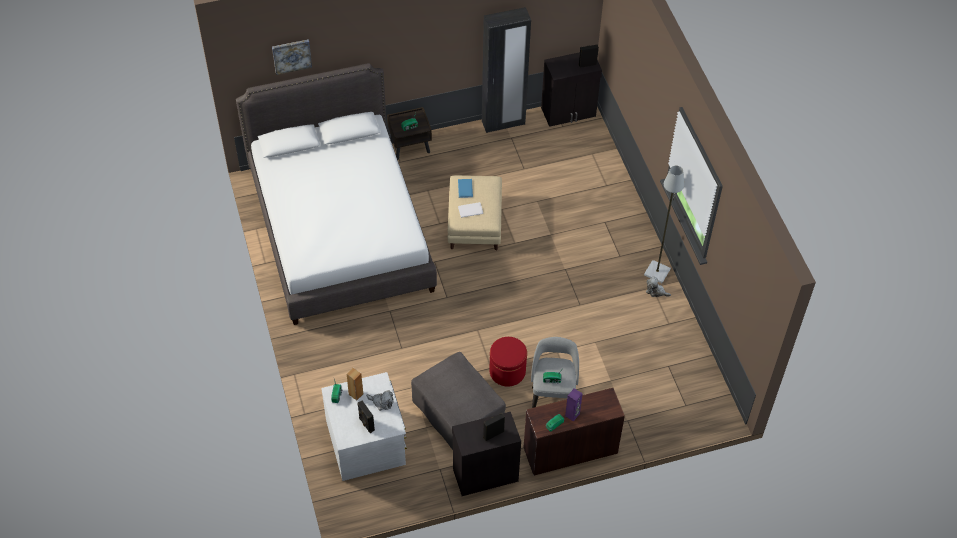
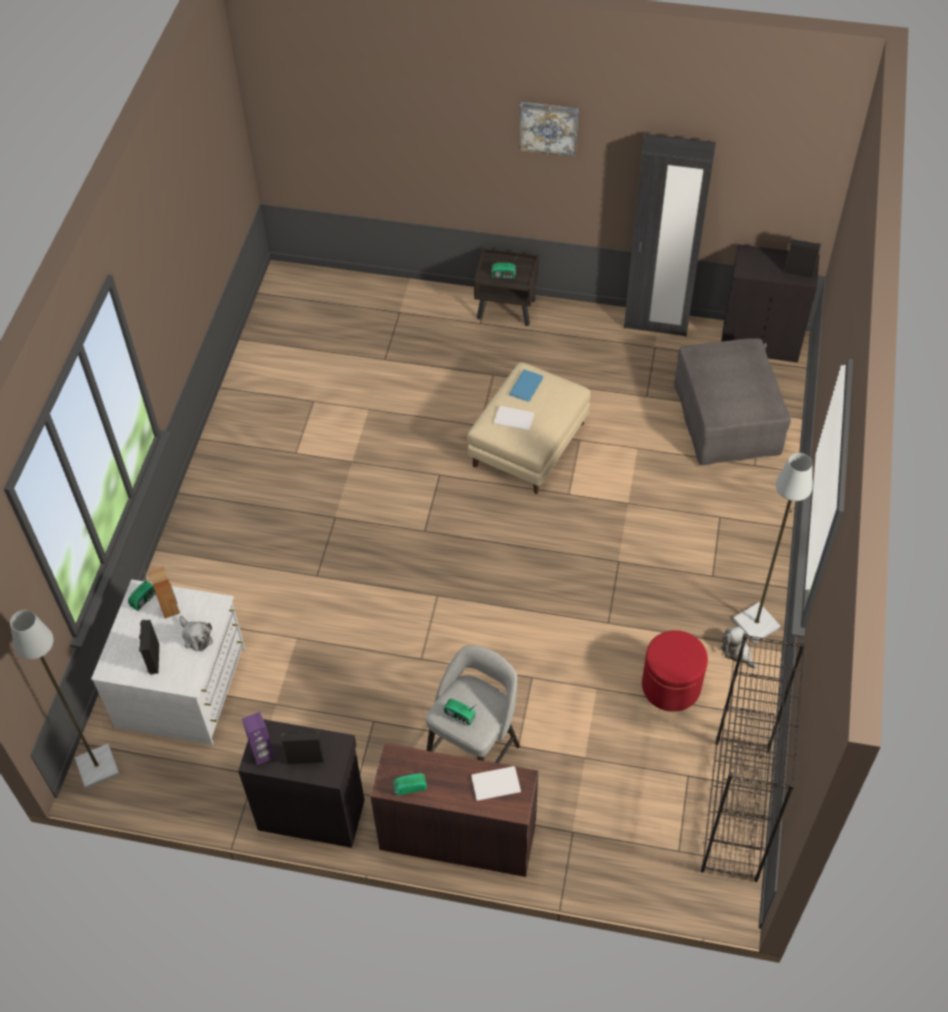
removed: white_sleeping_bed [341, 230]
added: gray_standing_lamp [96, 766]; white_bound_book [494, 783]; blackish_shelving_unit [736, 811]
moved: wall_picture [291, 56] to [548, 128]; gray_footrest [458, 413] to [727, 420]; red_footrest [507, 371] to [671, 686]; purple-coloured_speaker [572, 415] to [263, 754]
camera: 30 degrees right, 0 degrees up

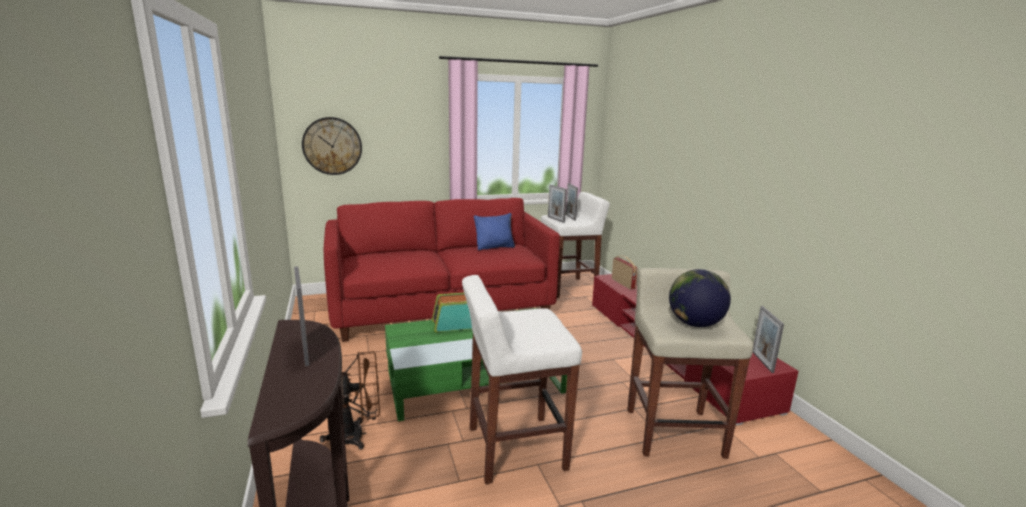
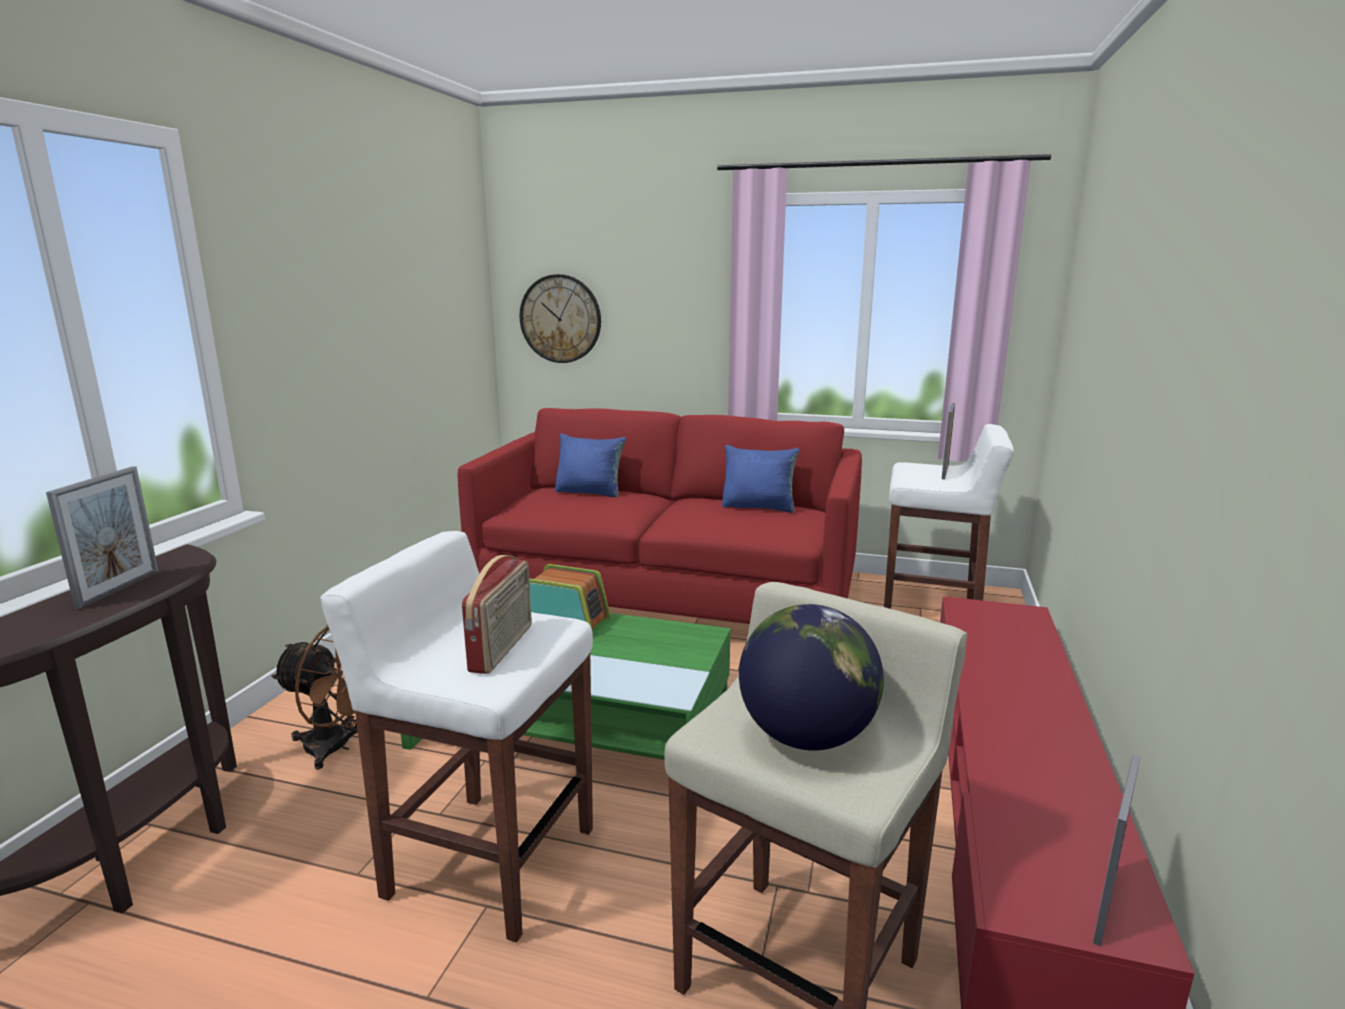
removed: standing_frame [556, 219]
added: blue_throw_pillow [590, 492]
moved: radio_receiver [623, 283] to [503, 648]
camera: 35 degrees right, 0 degrees up

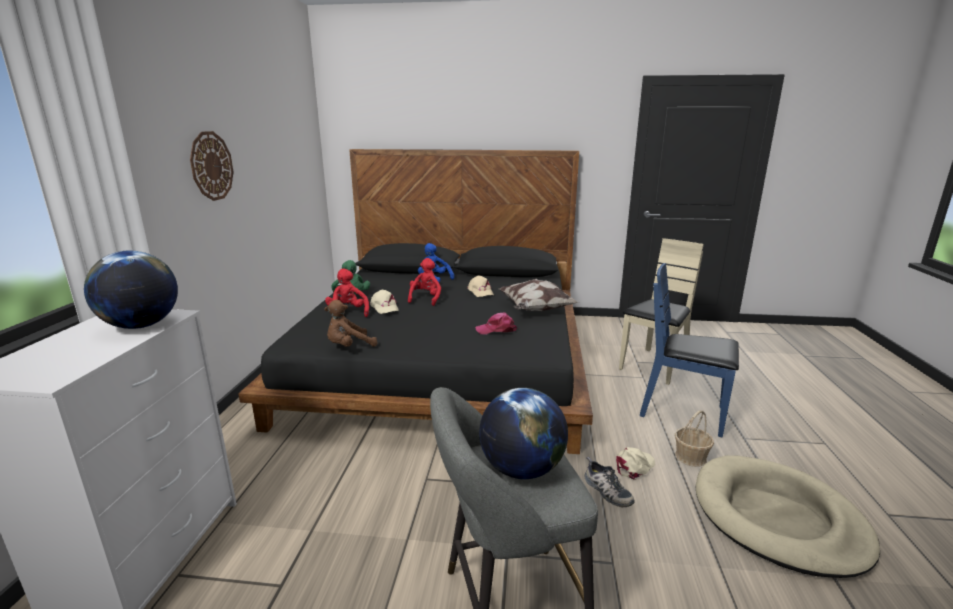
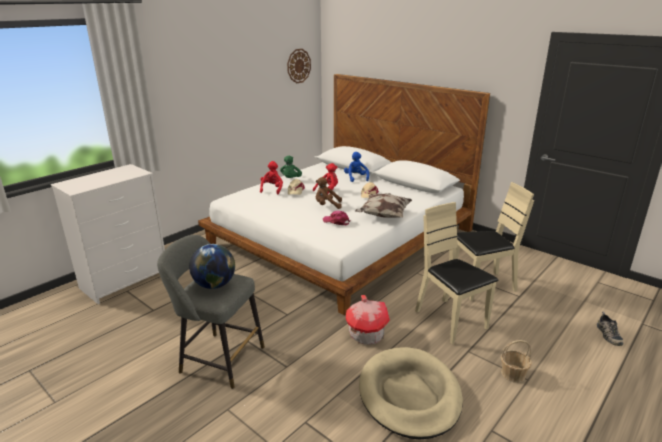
removed: globe [141, 326]
moved: wall_clock [211, 166] to [298, 66]; brown-coloured_soft_toy [349, 347] to [327, 206]; low_shoe [606, 490] to [608, 334]; basket [691, 457] to [513, 374]
replaced: sand-coloured_peaked_cap [634, 466] to miniature_house [366, 334]
recoloured: blackish_sleeping_bed [444, 361] to white_sleeping_bed [340, 237]; blue_upright_chair [683, 413] to sand-coloured_upright_chair [450, 321]
camera: 35 degrees right, 5 degrees up

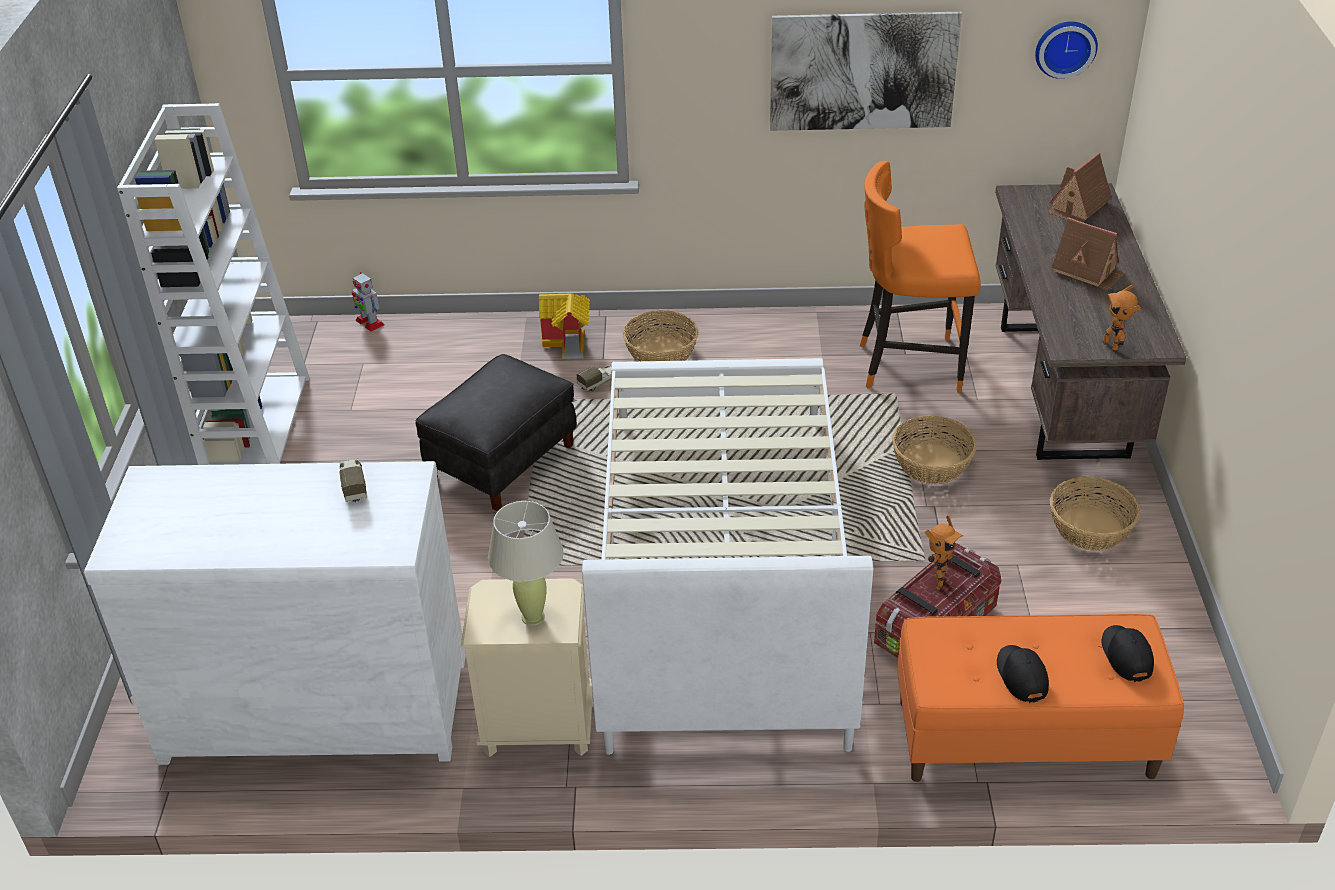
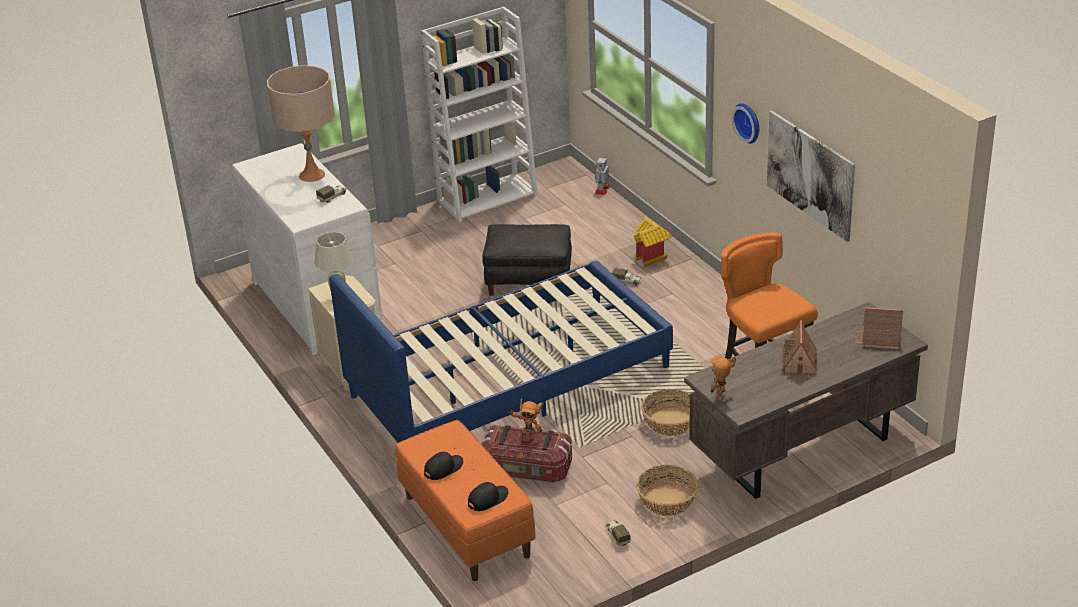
removed: basket [661, 353]
added: sand-coloured_table_lamp [312, 175]; toy_lorry [617, 536]
moved: wall_clock [1065, 47] to [749, 122]
recoloured: white_sleeping_bed [722, 569] to blue_sleeping_bed [509, 382]
camera: 60 degrees right, 5 degrees down

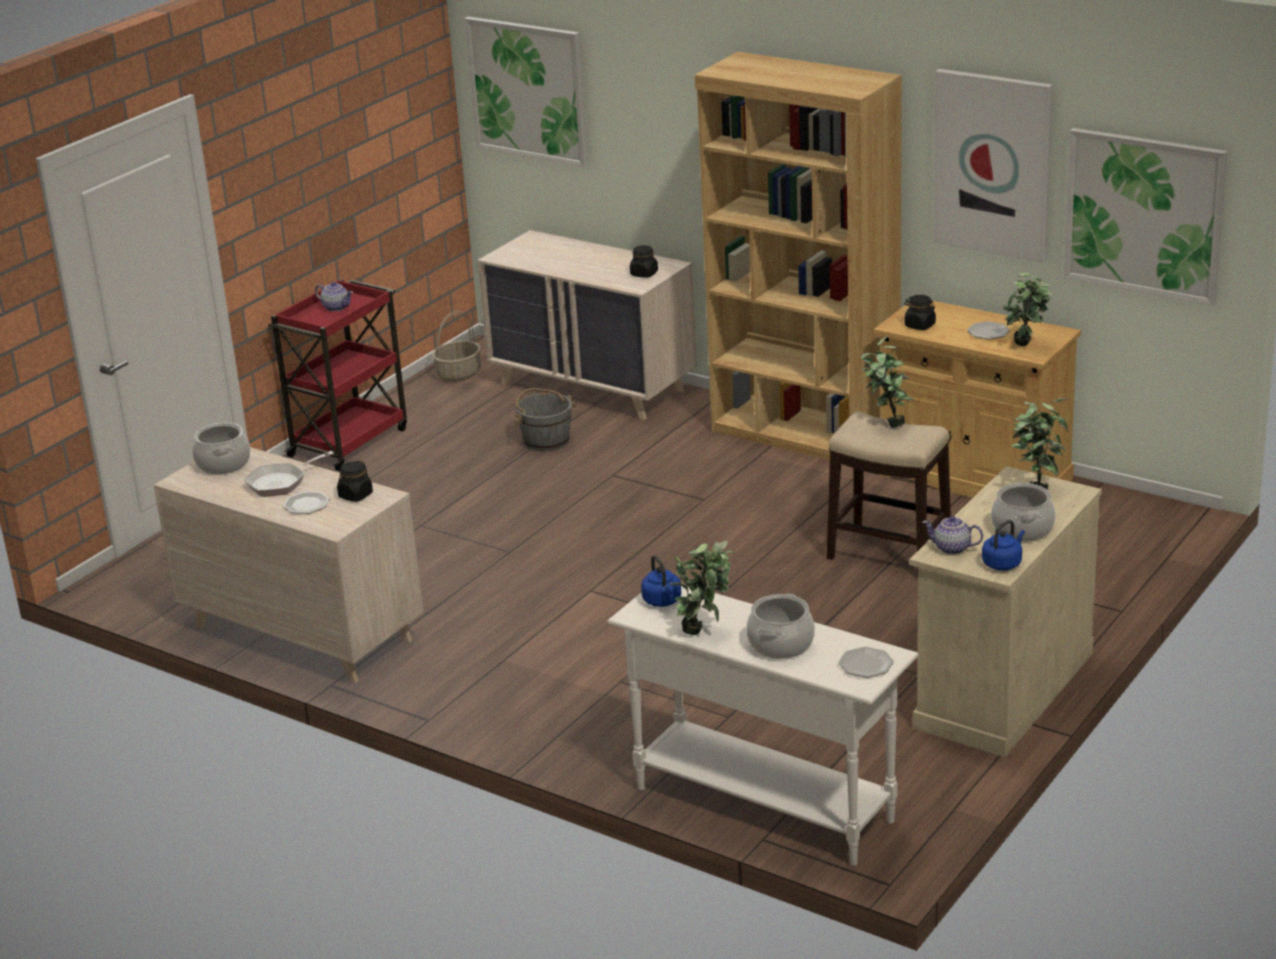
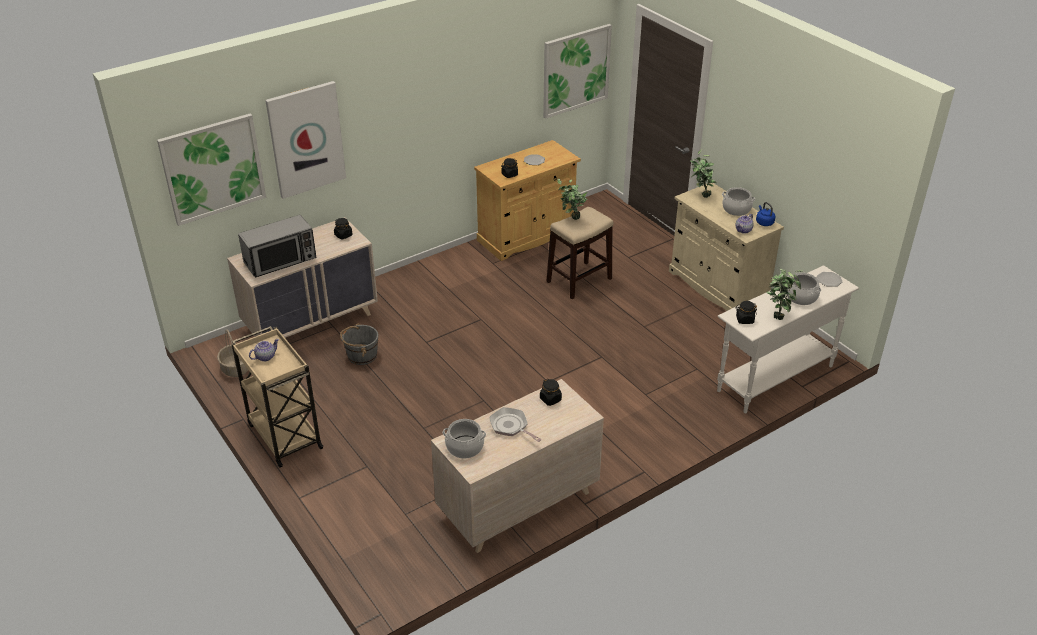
removed: dinner_plate [307, 504]; brown-coloured_shelving_unit [805, 435]; plant_in_a_pot [1027, 347]
added: microwave_oven [280, 260]
moved: wall_picture [993, 164] to [306, 139]
replaced: blue_tea_kettle [662, 602] to blackish_storage_jar [744, 319]
recoloured: red_wheeled_cart [350, 441] to sand-coloured_wheeled_cart [284, 435]
turned: frying_pan [280, 483] = [511, 426] 150 degrees clockwise
camera: 70 degrees left, 10 degrees up

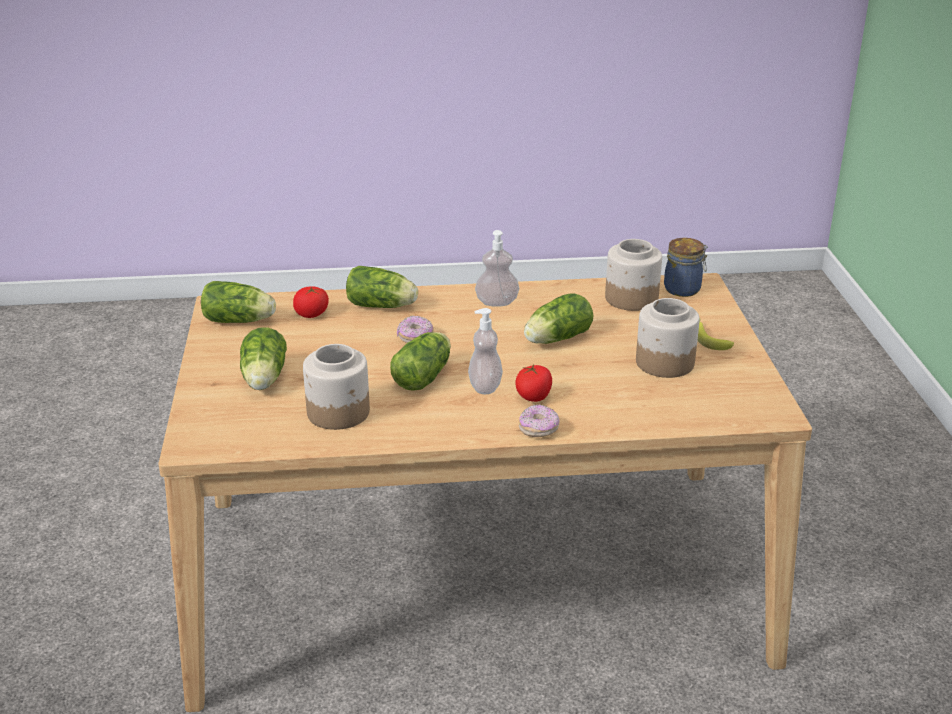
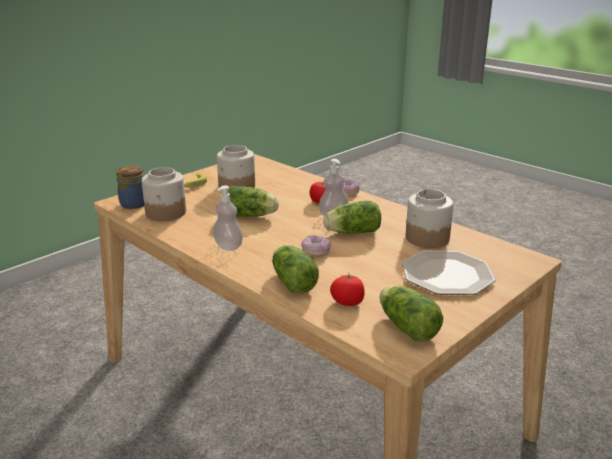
replaced: lettuce [263, 380] to dinner_plate [446, 274]
camera: 130 degrees left, 5 degrees down

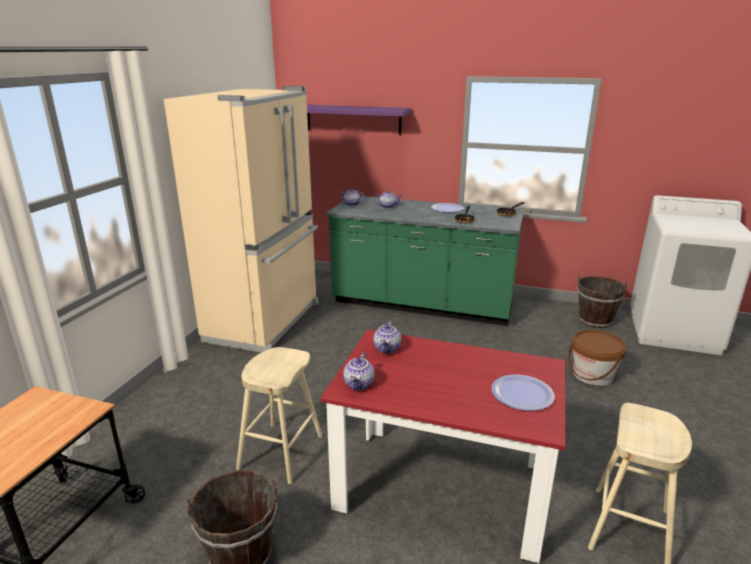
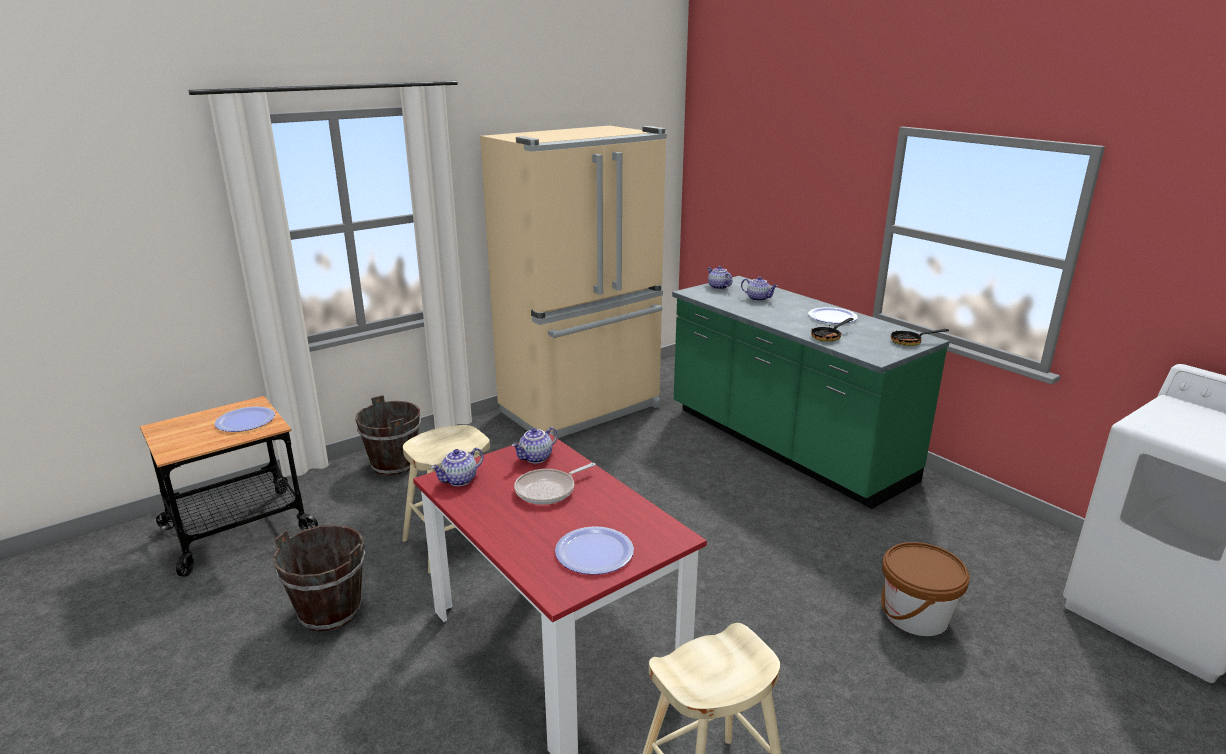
removed: purple-coloured_shelf [353, 119]
added: dinner_plate [245, 421]; frying_pan [548, 490]
moved: brown-coloured_bucket [595, 321] to [394, 464]
camera: 35 degrees right, 0 degrees up

